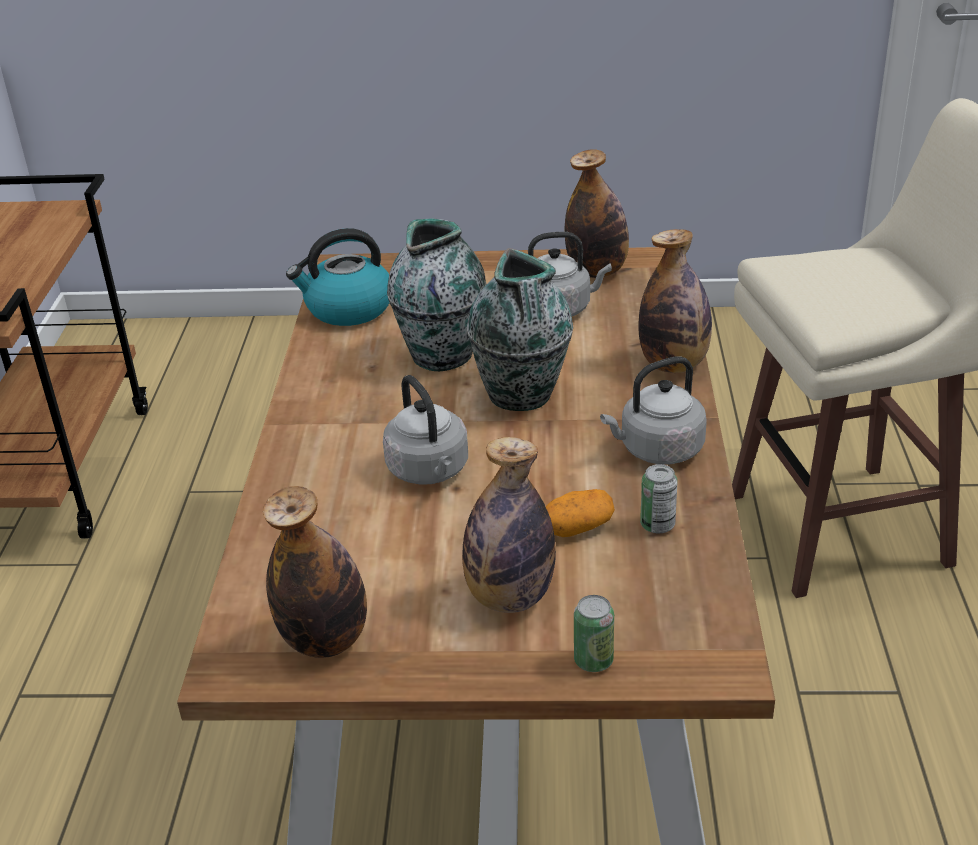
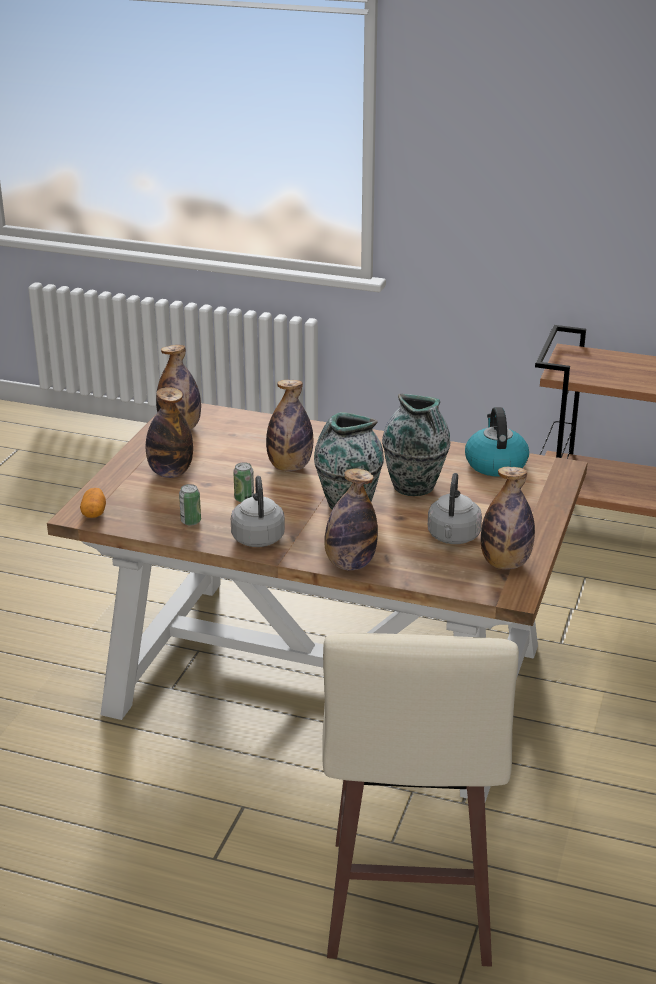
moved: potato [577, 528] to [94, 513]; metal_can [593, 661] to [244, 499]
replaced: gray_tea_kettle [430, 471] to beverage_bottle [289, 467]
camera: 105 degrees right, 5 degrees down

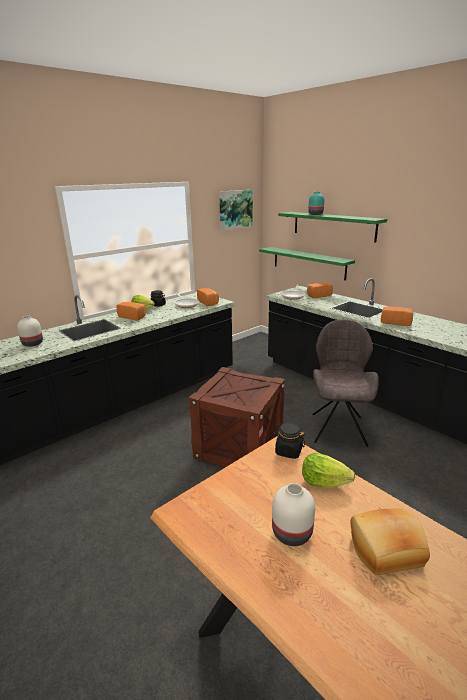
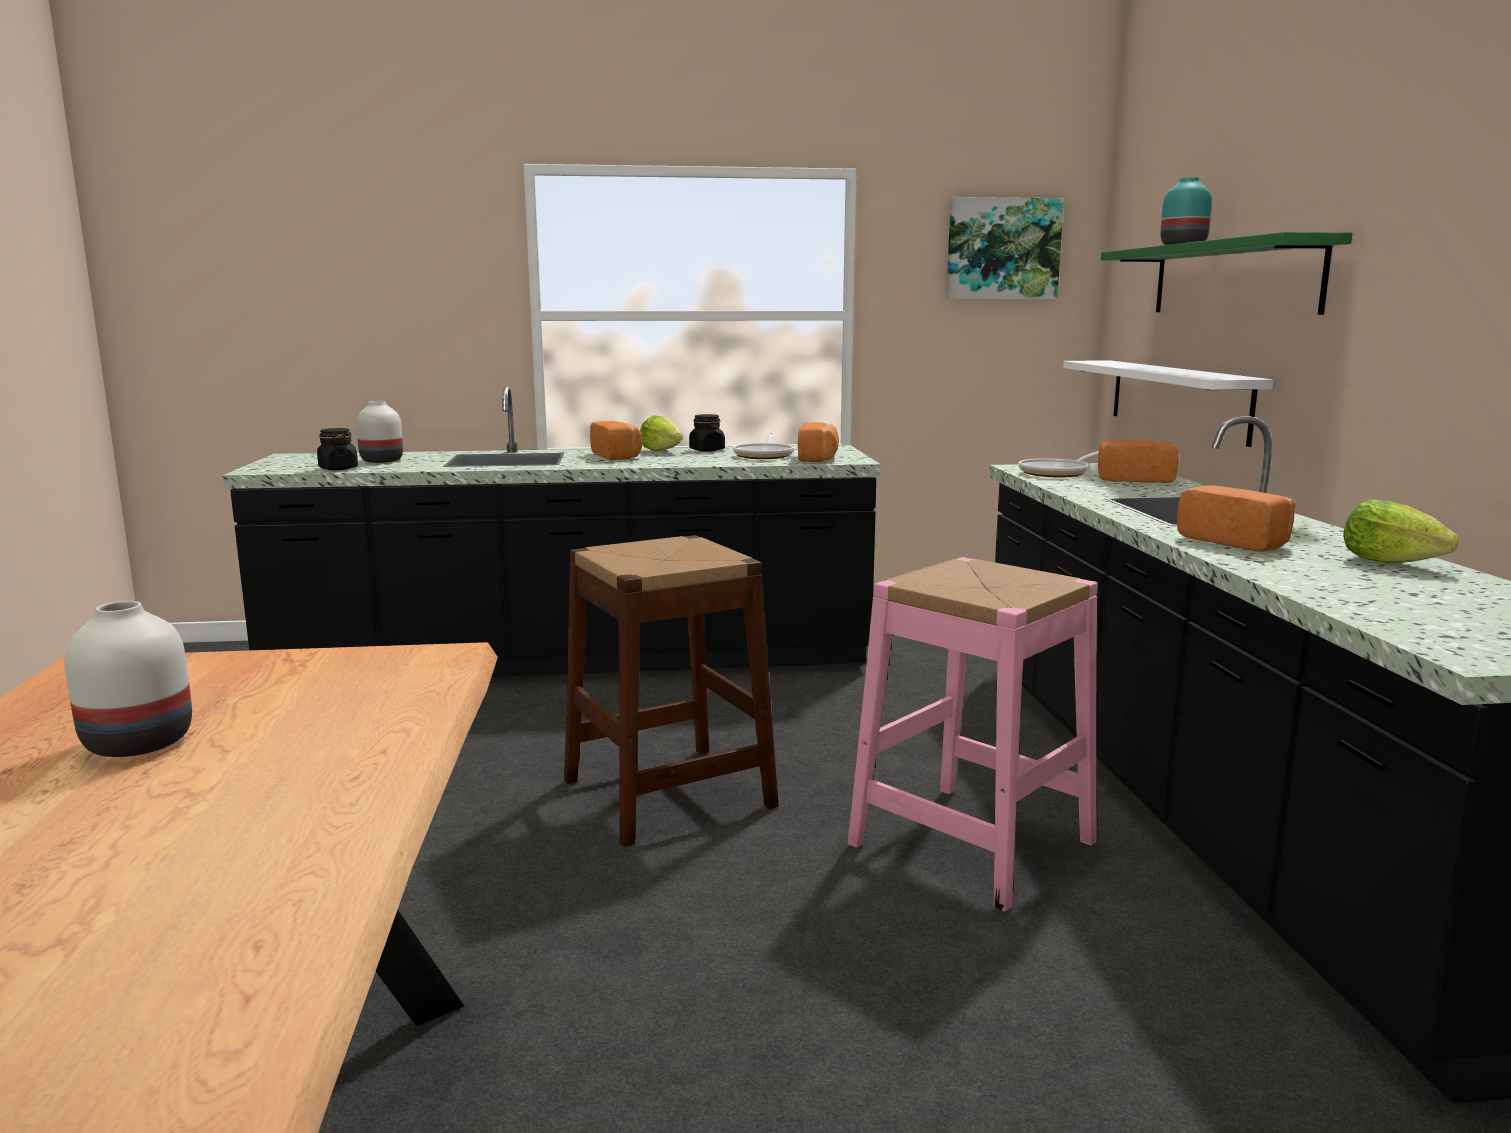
removed: bakery_bread [386, 551]
moved: blackish_storage_jar [288, 451] to [338, 468]; lettuce [323, 482] to [1390, 562]
replaced: crate [239, 447] to brown-coloured_stool [668, 792]; gray_upright_chair [338, 428] to pink-coloured_stool [972, 842]
recoloured: green_shelf [308, 262] to white_shelf [1177, 399]
camera: 35 degrees right, 10 degrees down

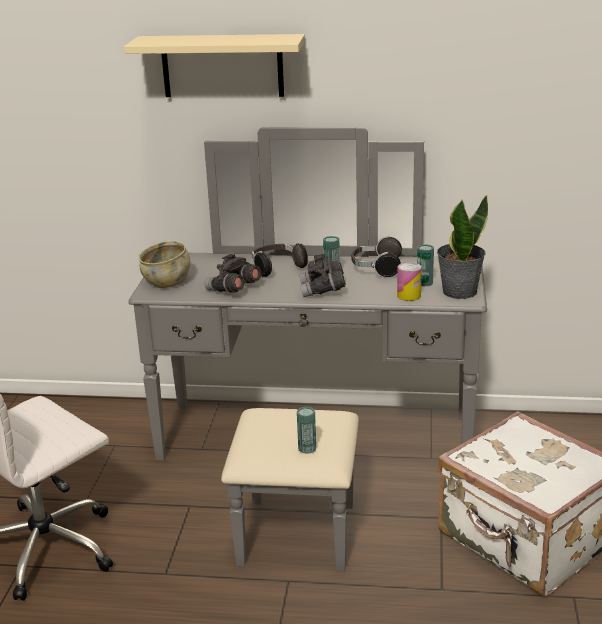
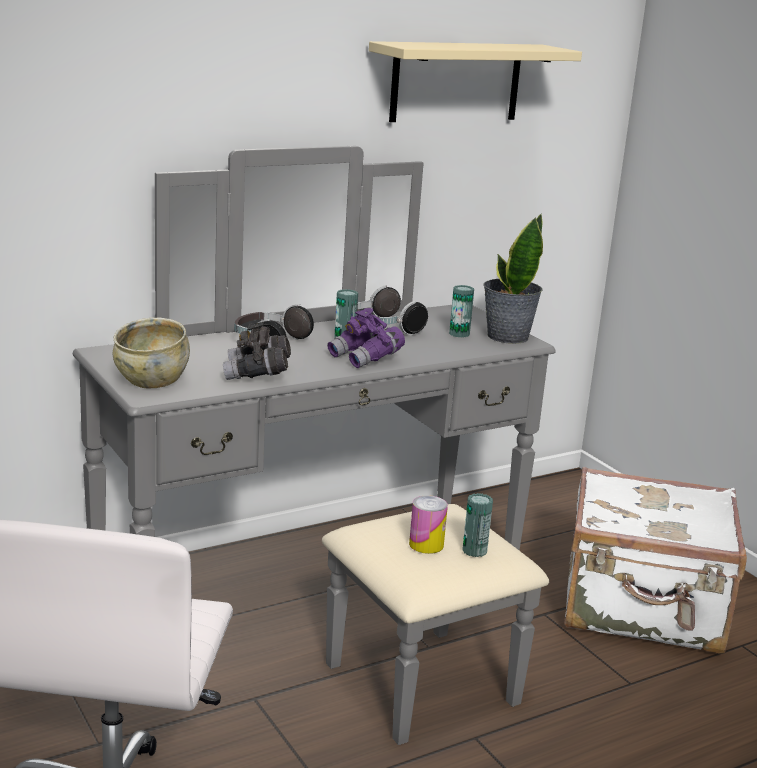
moved: sand-coloured_shelf [222, 66] to [456, 82]; metal_can [409, 295] to [426, 544]
recoloured: gray_field_glasses [322, 290] to purple-coloured_field_glasses [365, 358]
camera: 40 degrees left, 5 degrees down

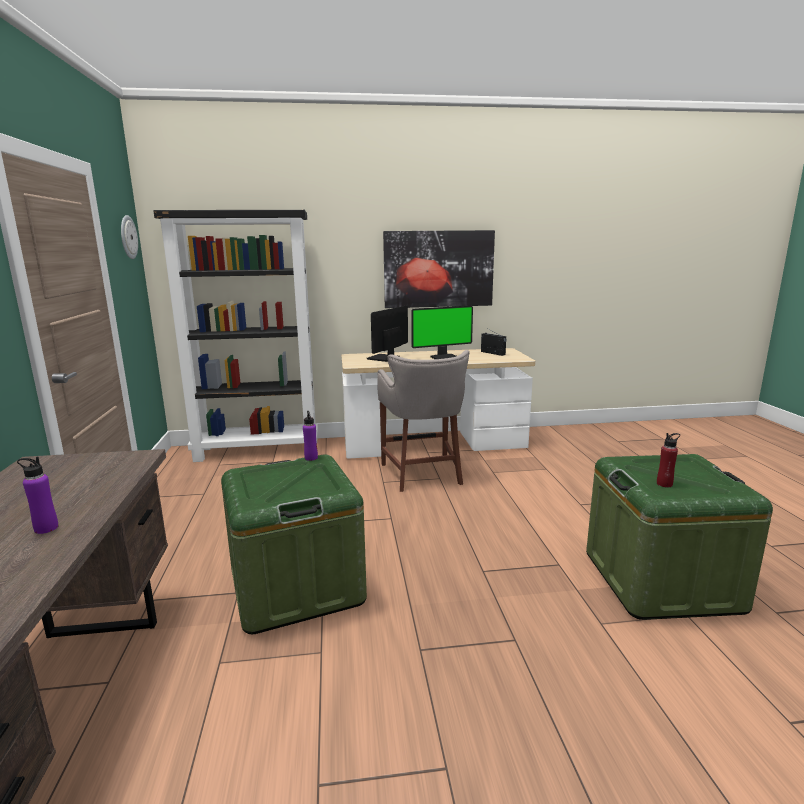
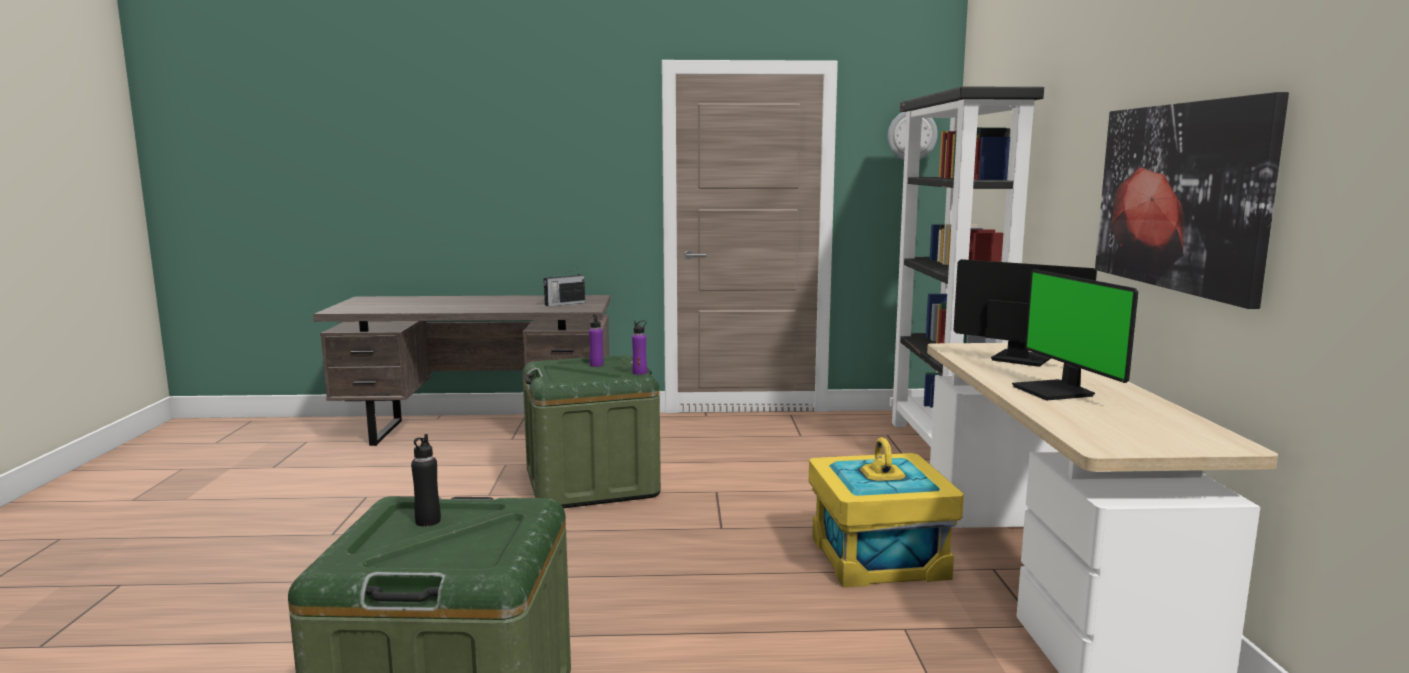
moved: purple-coloured_beverage_bottle [46, 528] to [596, 365]; radio_receiver [493, 353] to [564, 304]
replaced: gray_stool [423, 475] to yellow_storage_bin [877, 557]
recoloured: red_beverage_bottle [664, 484] to blackish_beverage_bottle [428, 521]
camera: 95 degrees right, 5 degrees down

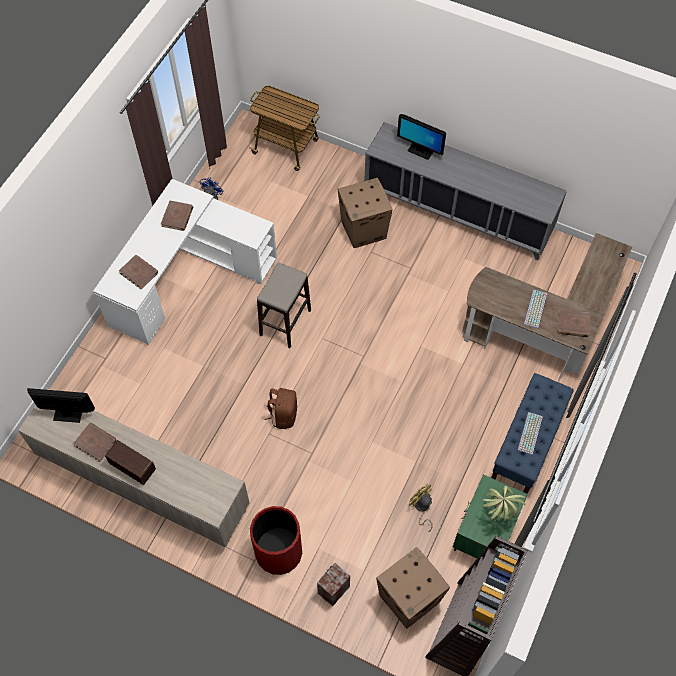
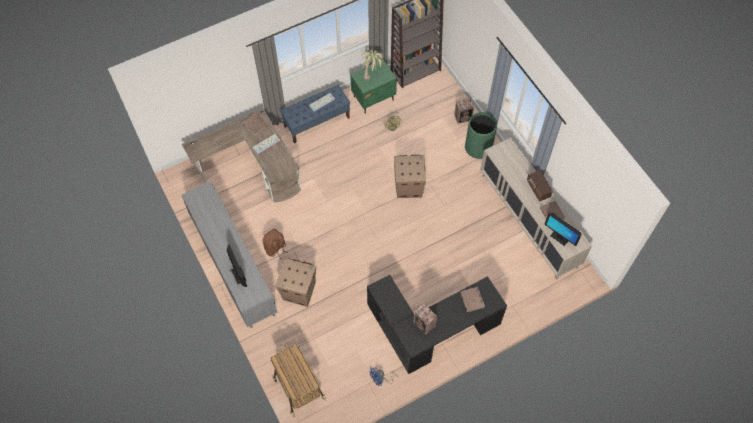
removed: stool [285, 323]
moved: brown-coloured_knapsack [283, 415] to [276, 249]; cardboard_box [409, 598] to [408, 187]
replaced: brown-coloured_bound_book [177, 217] to speaker [424, 325]
recoloured: white_desk_unit [186, 275] to blackish_desk_unit [430, 331]; red_rubbish_bin [278, 552] to green_rubbish_bin [478, 147]
camera: 145 degrees left, 0 degrees up

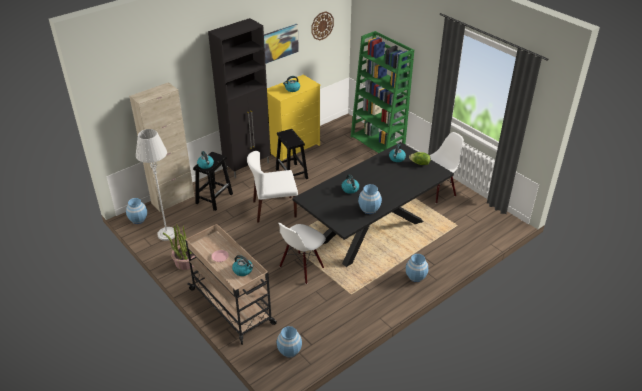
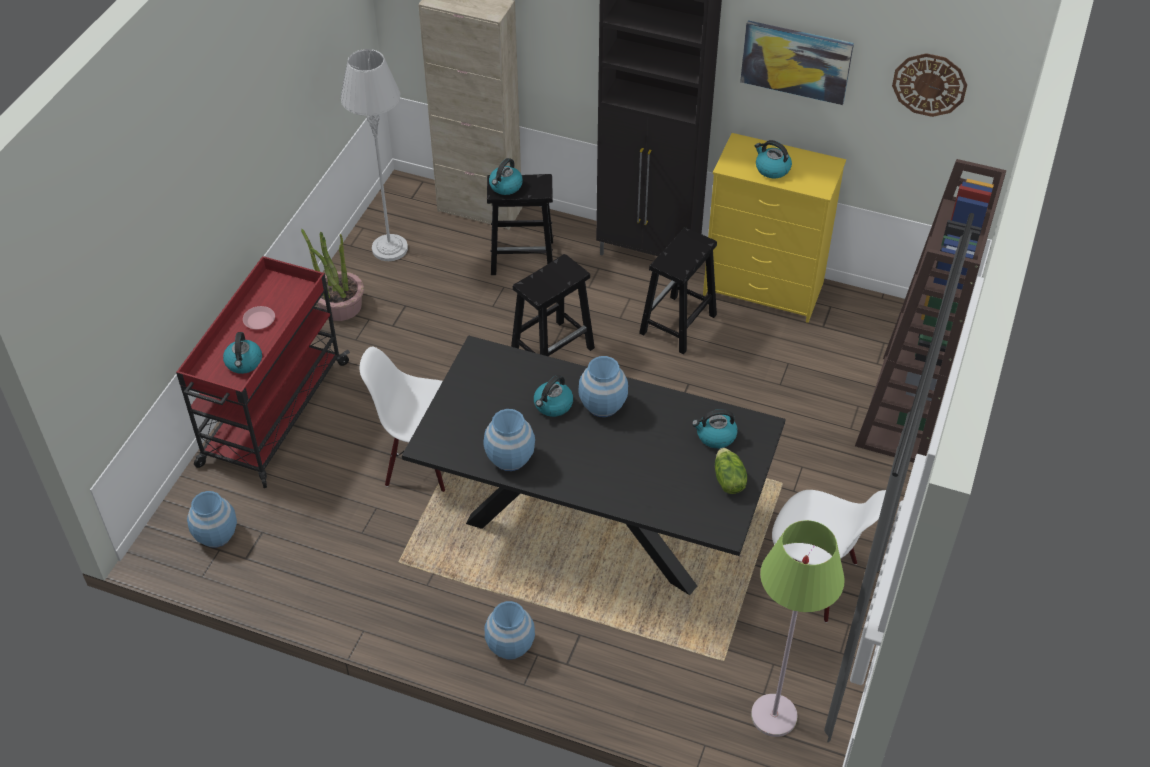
added: green_standing_lamp [773, 716]
moved: blue_flower_vase [138, 219] to [602, 405]
replaced: white_upright_chair [274, 209] to blackish_stool [553, 349]
recoloured: sand-coloured_wheeled_cart [232, 307] to red_wheeled_cart [273, 415]; green_shelving_unit [378, 143] to brown-coloured_shelving_unit [904, 410]
camera: 60 degrees right, 10 degrees up

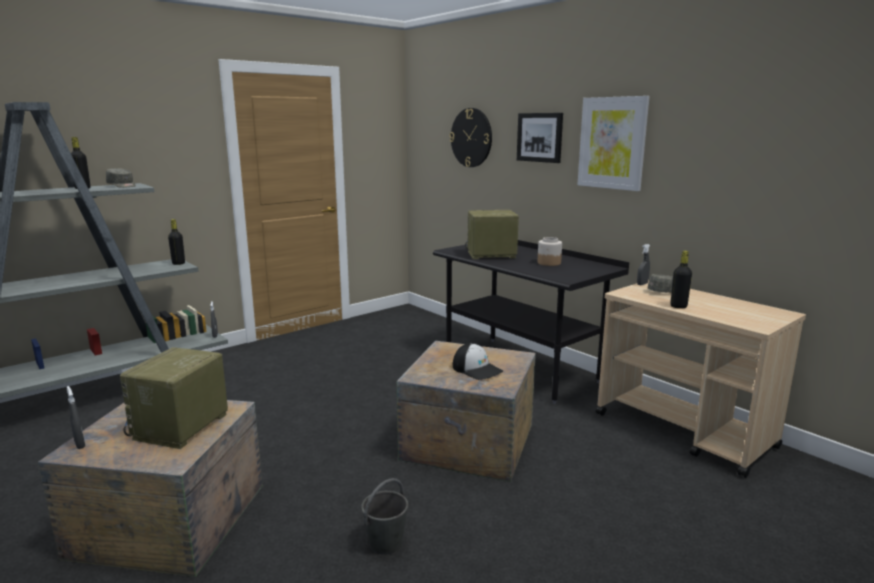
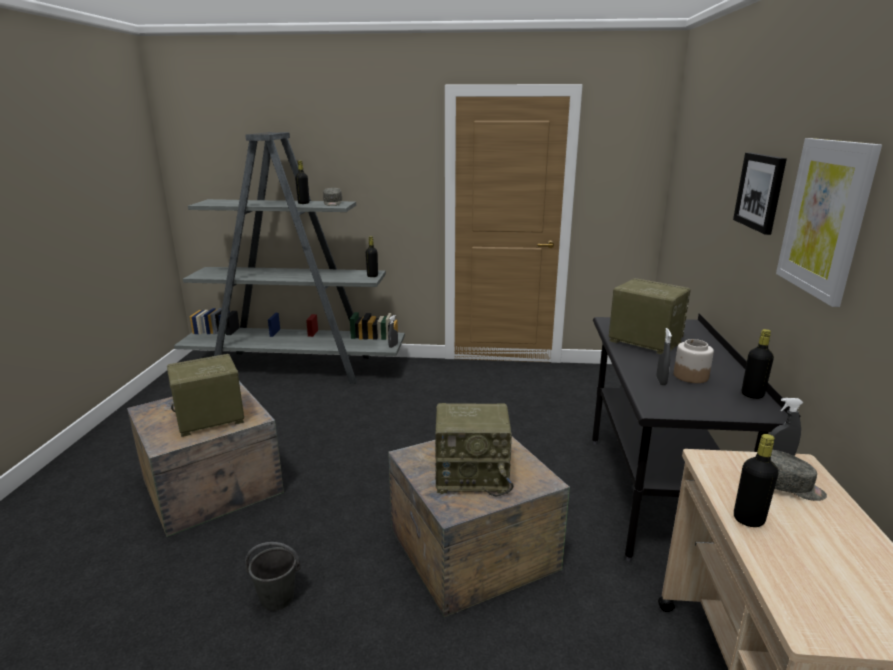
removed: wall_clock [471, 137]
added: blackish_beverage_bottle [752, 395]
moved: gray_hand_sprayer [79, 444] to [661, 381]
replaced: peaked_cap [477, 369] to radio_receiver [473, 476]
camera: 45 degrees right, 5 degrees up

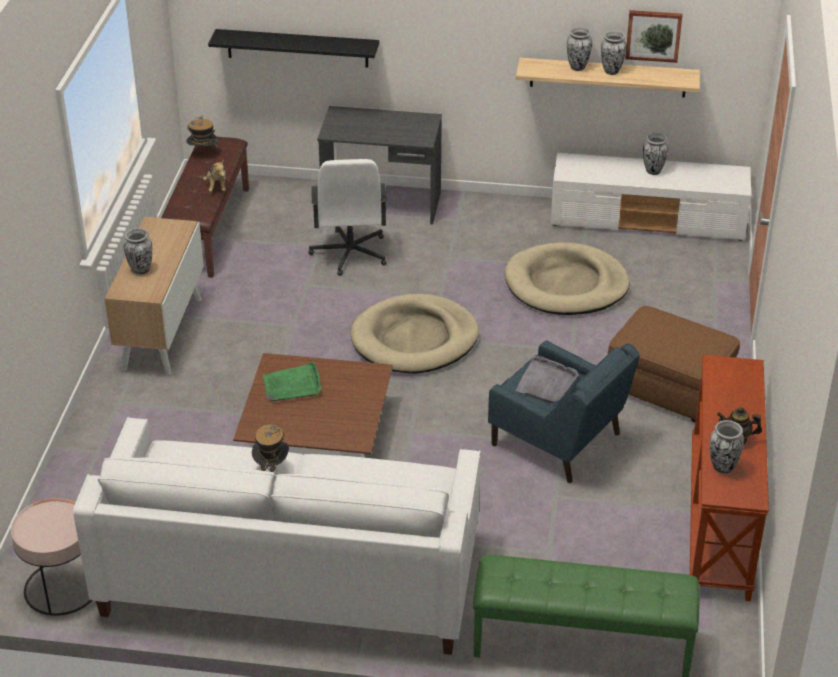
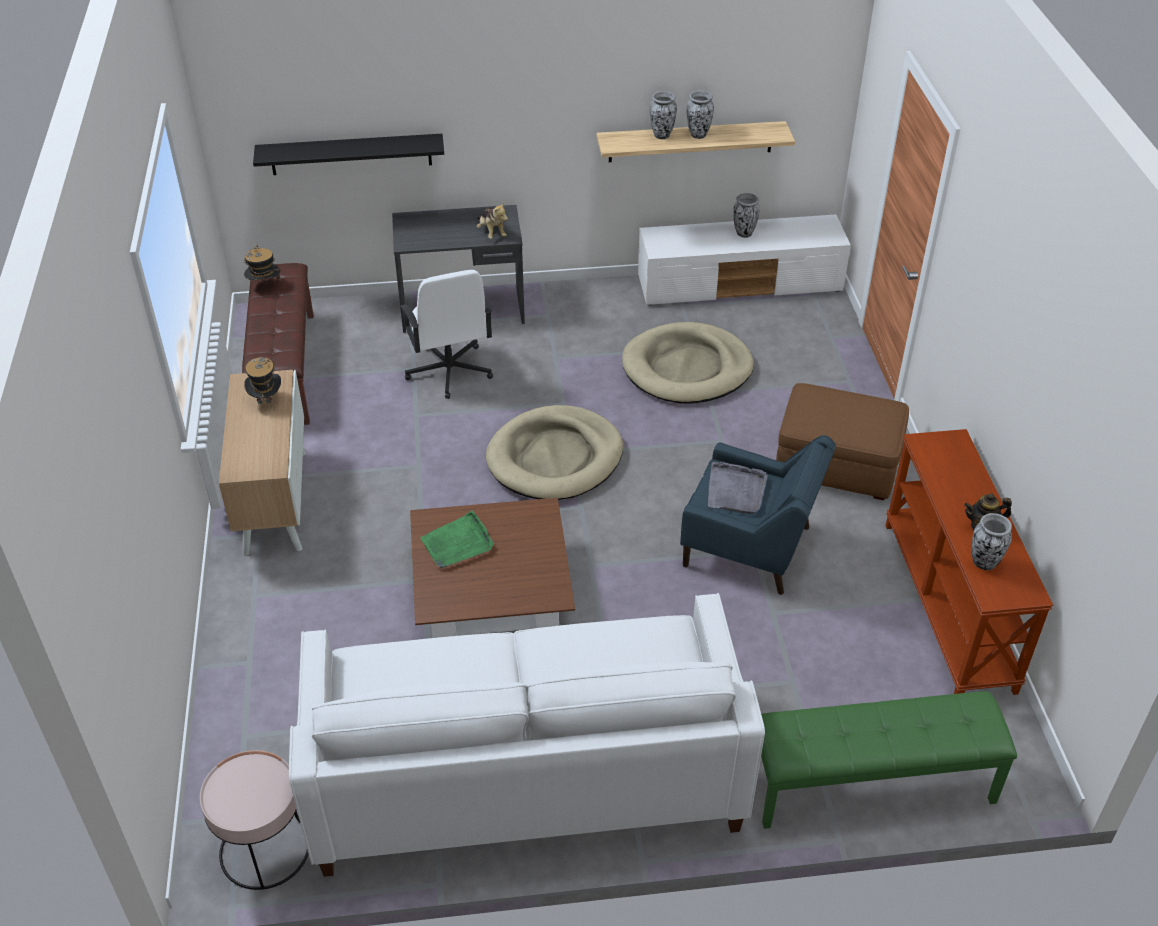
removed: flower_vase [141, 270]; wall_picture [653, 35]
moved: soft_toy [217, 186] to [491, 233]; hat [271, 467] to [266, 400]
camera: 15 degrees left, 5 degrees up

